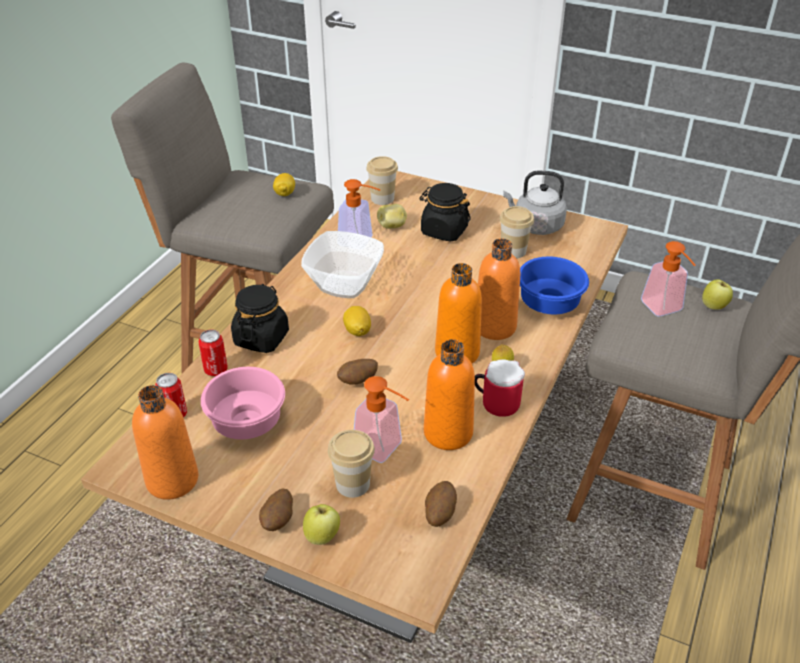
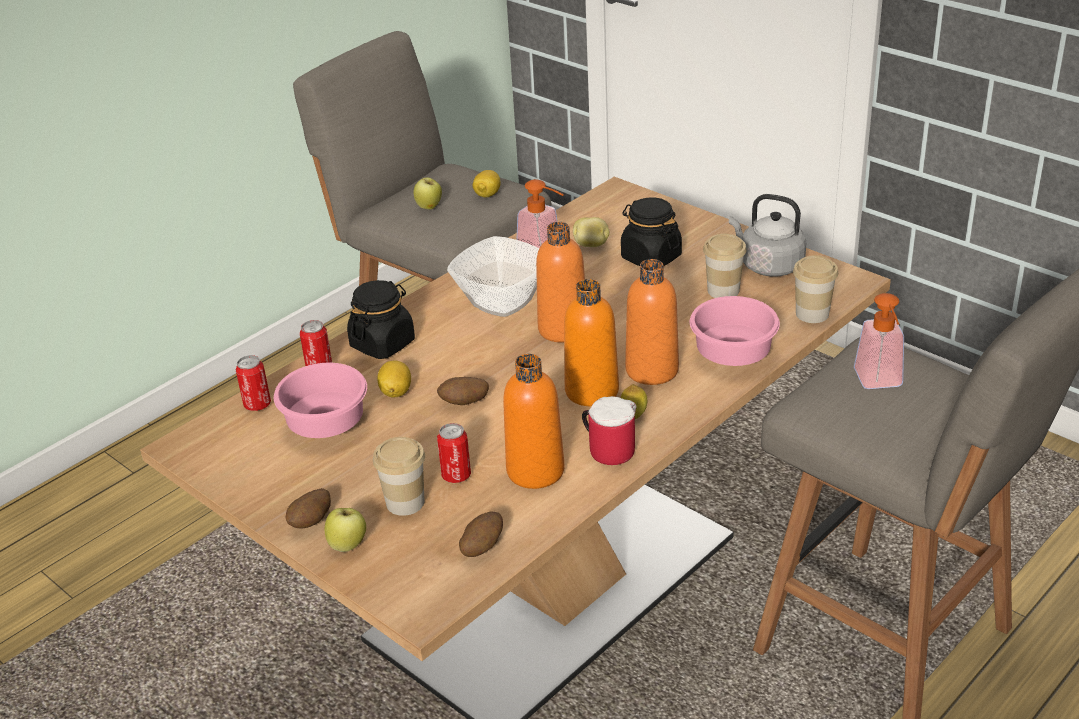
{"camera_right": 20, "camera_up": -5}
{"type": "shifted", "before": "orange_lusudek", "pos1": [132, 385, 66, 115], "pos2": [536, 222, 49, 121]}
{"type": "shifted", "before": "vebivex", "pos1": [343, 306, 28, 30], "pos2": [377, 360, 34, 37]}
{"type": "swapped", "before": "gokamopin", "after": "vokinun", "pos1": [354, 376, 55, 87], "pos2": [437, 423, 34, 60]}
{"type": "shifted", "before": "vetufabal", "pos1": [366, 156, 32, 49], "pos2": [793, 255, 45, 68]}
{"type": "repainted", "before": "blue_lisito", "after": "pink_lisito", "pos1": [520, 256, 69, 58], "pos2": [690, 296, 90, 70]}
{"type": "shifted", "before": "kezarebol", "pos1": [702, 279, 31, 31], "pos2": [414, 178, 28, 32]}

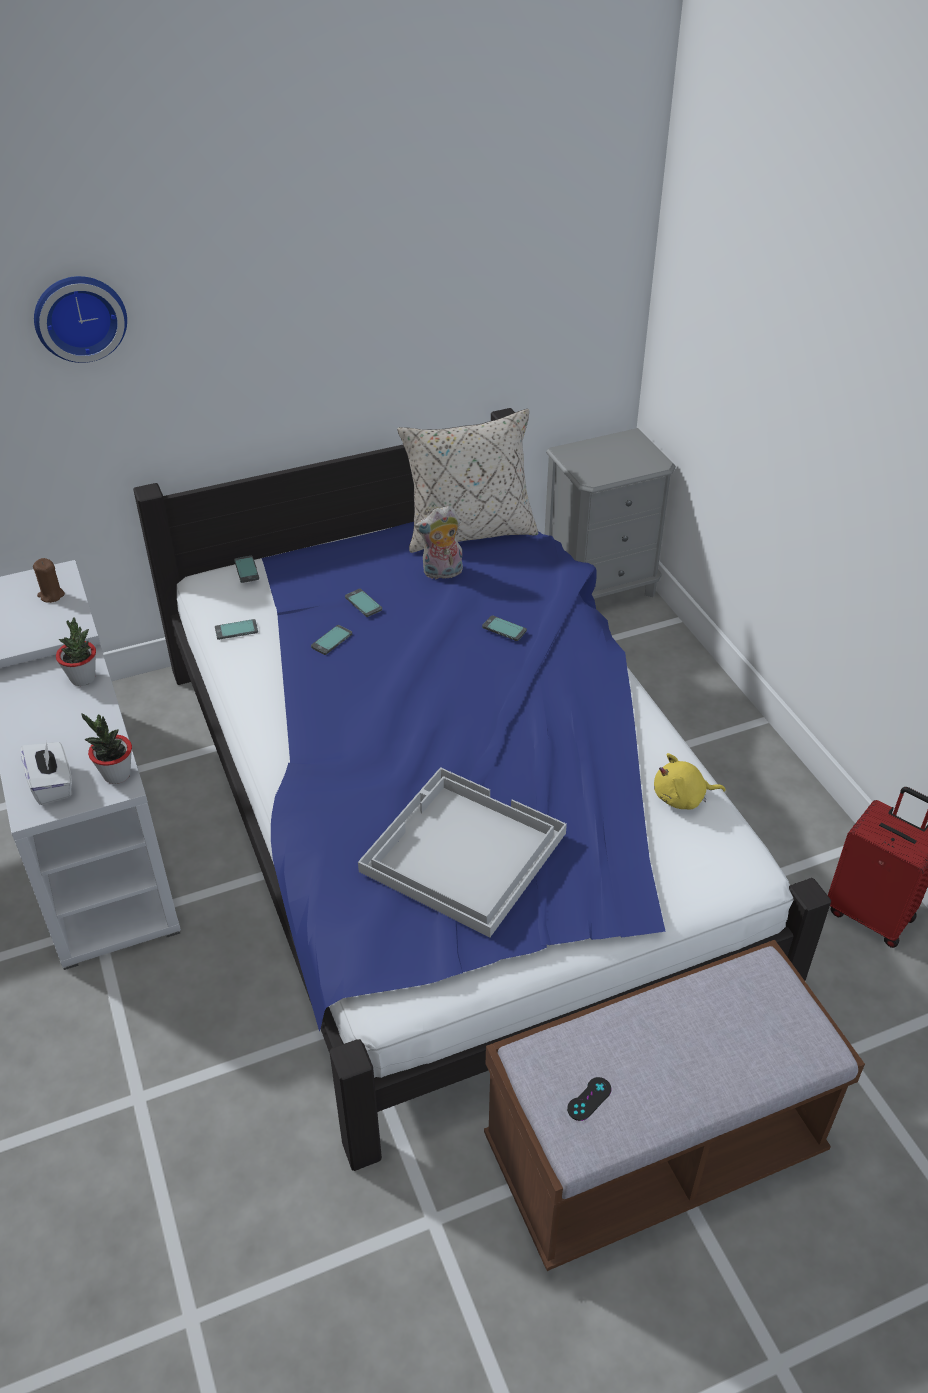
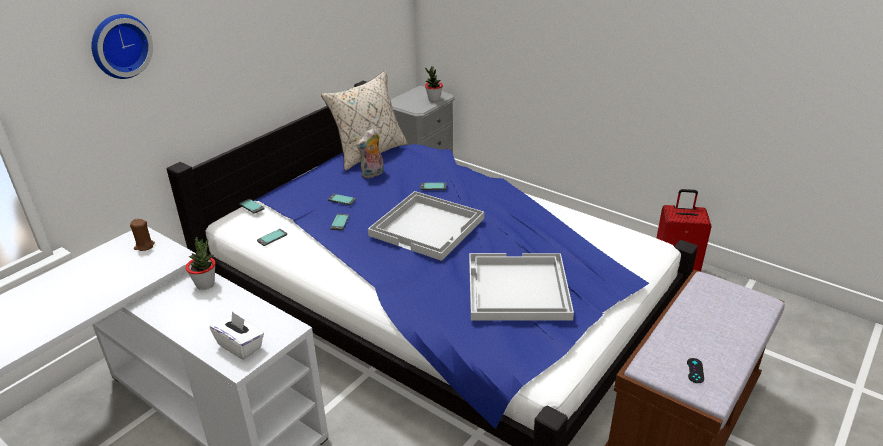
{"camera_right": -30, "camera_up": -10}
{"type": "shifted", "before": "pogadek", "pos1": [82, 713, 50, 71], "pos2": [425, 66, 18, 36]}
{"type": "gone", "before": "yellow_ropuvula", "pos1": [654, 753, 72, 57]}
{"type": "new", "after": "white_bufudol", "pos2": [368, 191, 116, 70]}

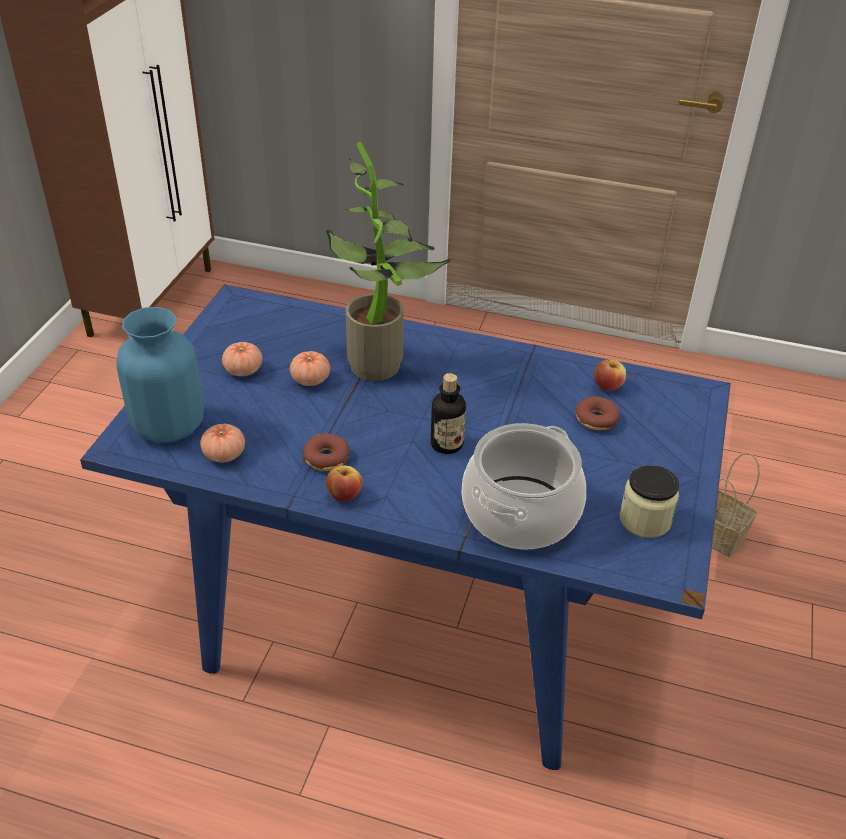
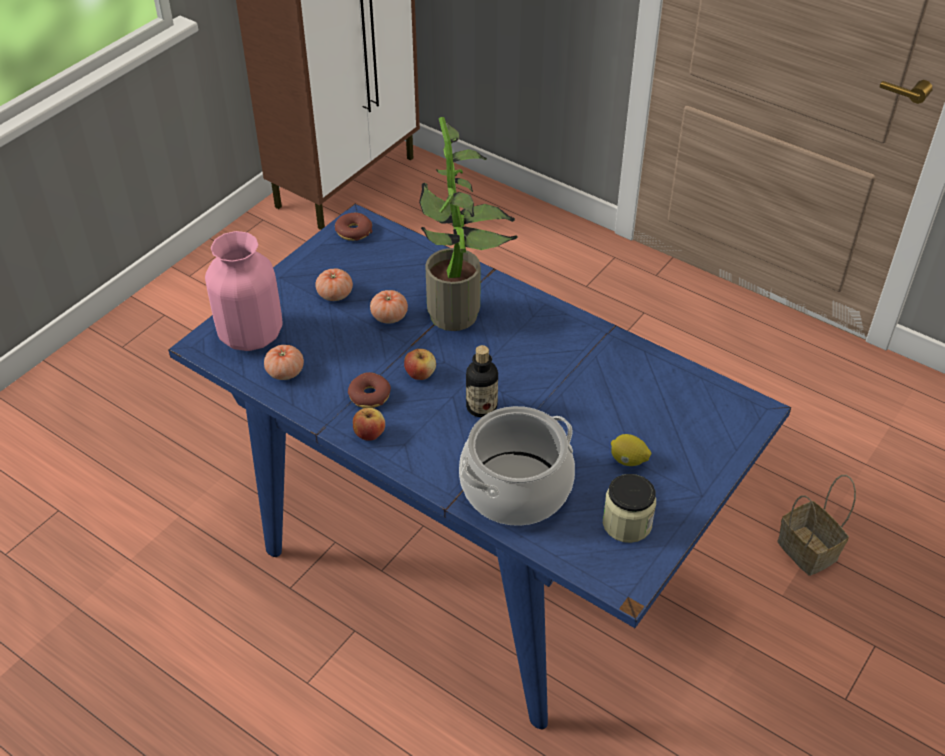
{"camera_right": 20, "camera_up": 5}
{"type": "repainted", "before": "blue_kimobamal", "after": "pink_kimobamal", "pos1": [116, 307, 88, 136], "pos2": [205, 231, 78, 120]}
{"type": "shifted", "before": "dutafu", "pos1": [576, 396, 44, 35], "pos2": [335, 213, 37, 28]}
{"type": "shifted", "before": "kezarebol", "pos1": [594, 359, 32, 32], "pos2": [404, 349, 32, 31]}
{"type": "new", "after": "vebivex", "pos2": [611, 434, 40, 32]}

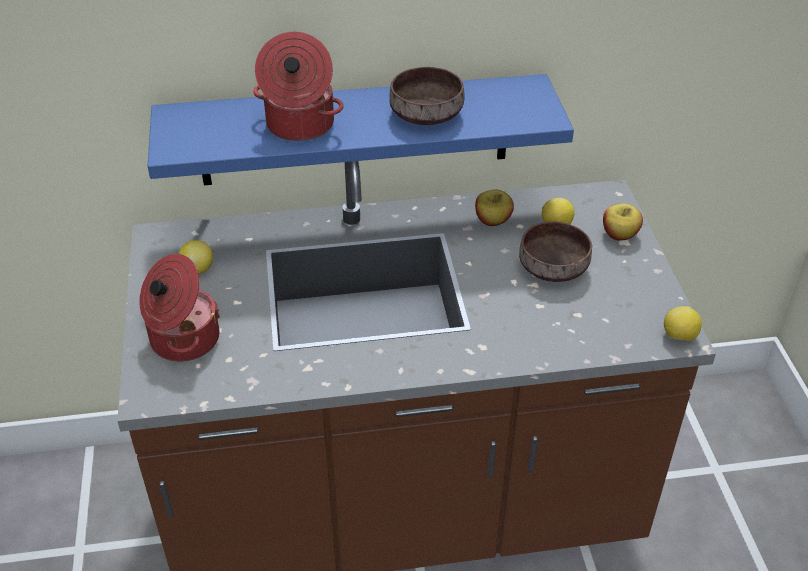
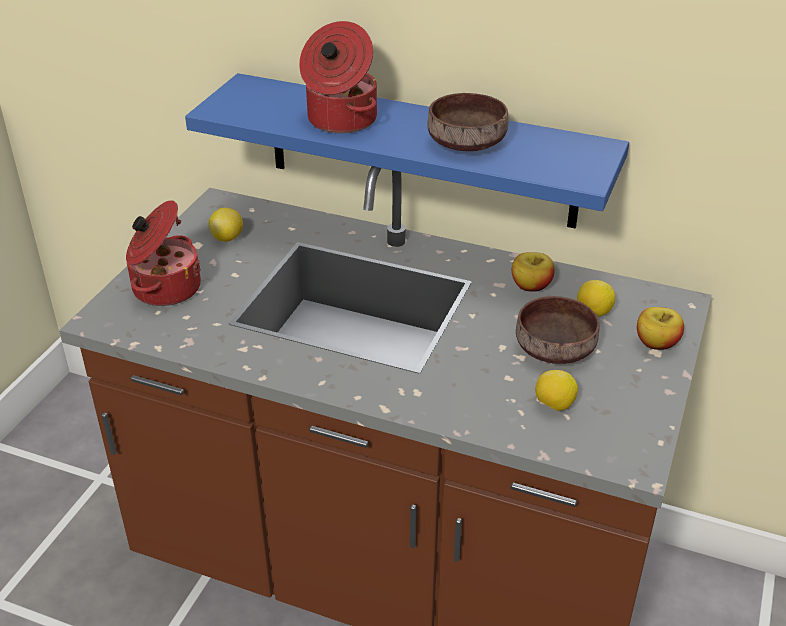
{"camera_right": 30, "camera_up": -5}
{"type": "shifted", "before": "vebivex", "pos1": [664, 306, 38, 35], "pos2": [535, 370, 43, 41]}

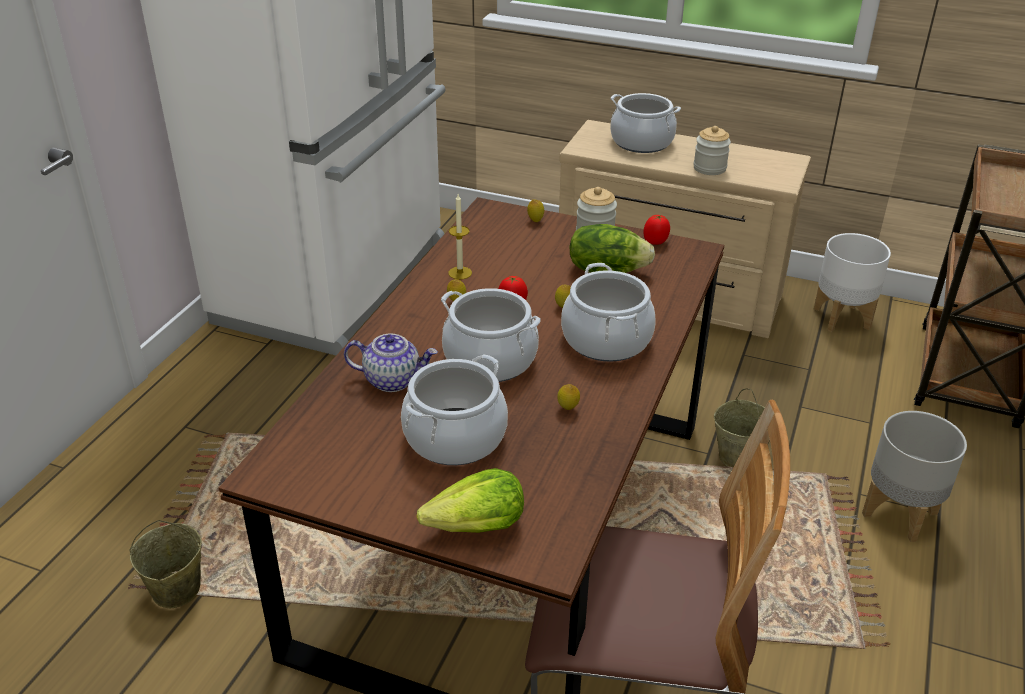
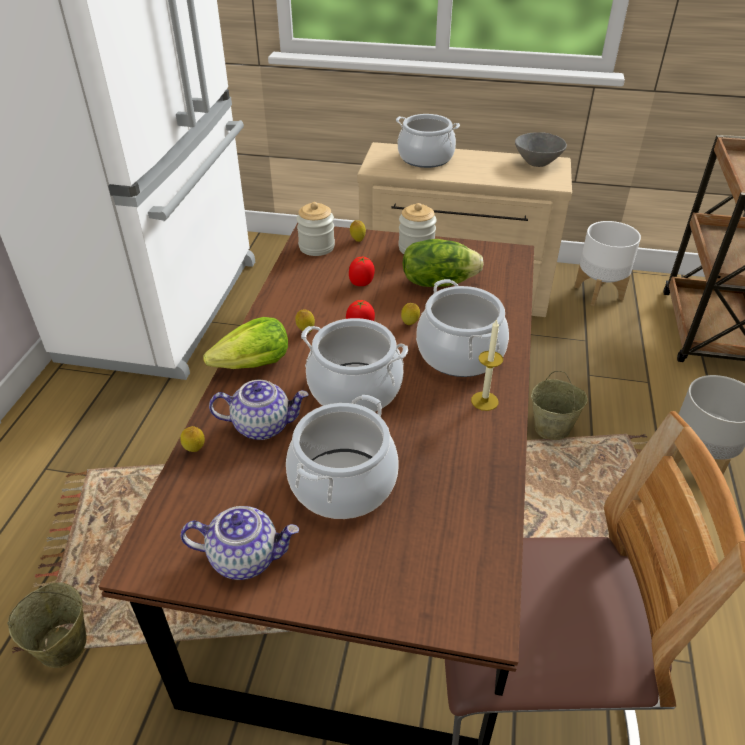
{"camera_right": -10, "camera_up": 5}
{"type": "shifted", "before": "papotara", "pos1": [416, 468, 108, 65], "pos2": [203, 317, 85, 52]}
{"type": "shifted", "before": "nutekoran", "pos1": [448, 194, 24, 86], "pos2": [471, 319, 32, 92]}
{"type": "shifted", "before": "vebivex", "pos1": [557, 384, 23, 26], "pos2": [180, 426, 25, 26]}
{"type": "shifted", "before": "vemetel", "pos1": [643, 215, 27, 30], "pos2": [349, 256, 26, 30]}
{"type": "shifted", "before": "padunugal", "pos1": [693, 126, 38, 49], "pos2": [296, 202, 39, 54]}
{"type": "new", "after": "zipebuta", "pos2": [181, 506, 118, 74]}
{"type": "new", "after": "grey_lisito", "pos2": [515, 132, 52, 35]}

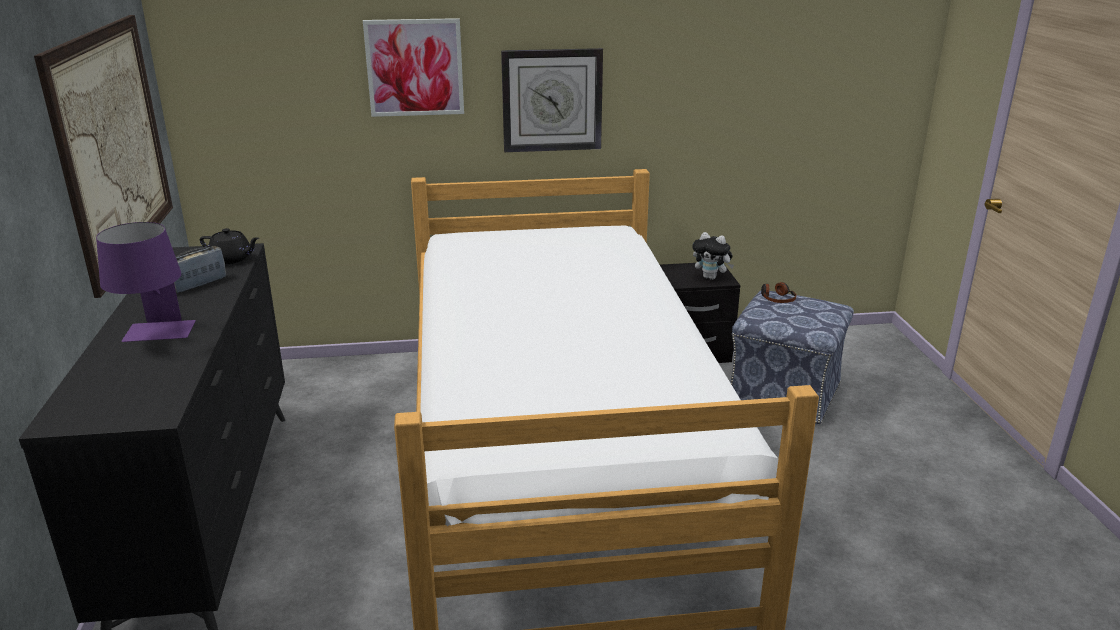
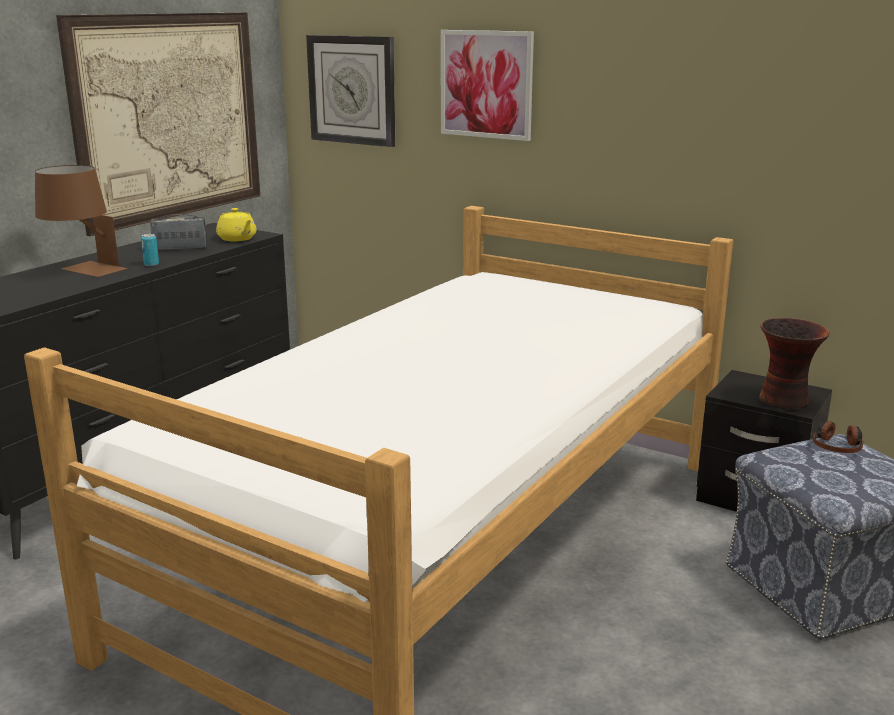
{"camera_right": 40, "camera_up": -5}
{"type": "repainted", "before": "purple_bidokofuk", "after": "brown_bidokofuk", "pos1": [96, 222, 100, 120], "pos2": [35, 165, 92, 112]}
{"type": "repainted", "before": "black_zipebuta", "after": "yellow_zipebuta", "pos1": [200, 228, 59, 36], "pos2": [216, 208, 41, 33]}
{"type": "shifted", "before": "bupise", "pos1": [501, 48, 102, 104], "pos2": [306, 35, 89, 112]}
{"type": "swapped", "before": "ropuvula", "after": "kimobamal", "pos1": [692, 232, 42, 48], "pos2": [759, 318, 71, 92]}
{"type": "new", "after": "vokinun", "pos2": [141, 234, 18, 32]}

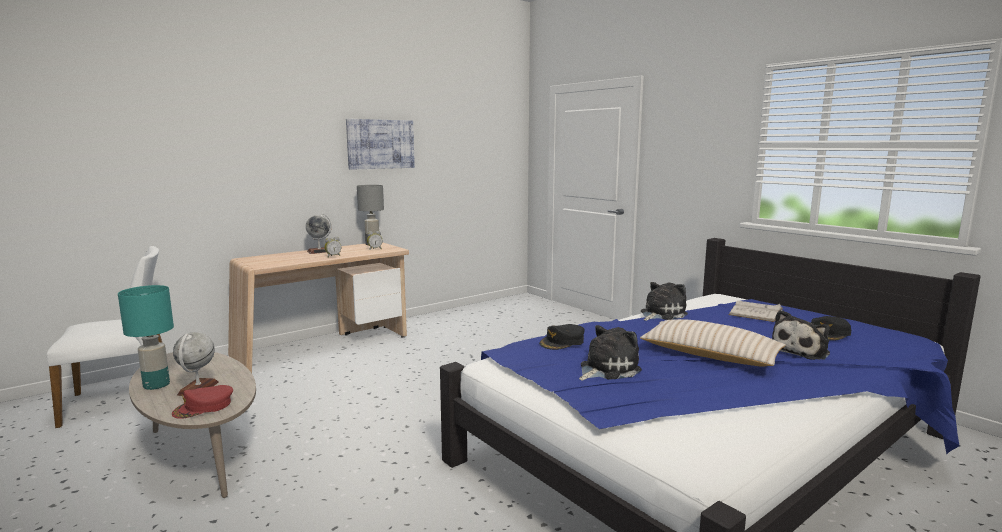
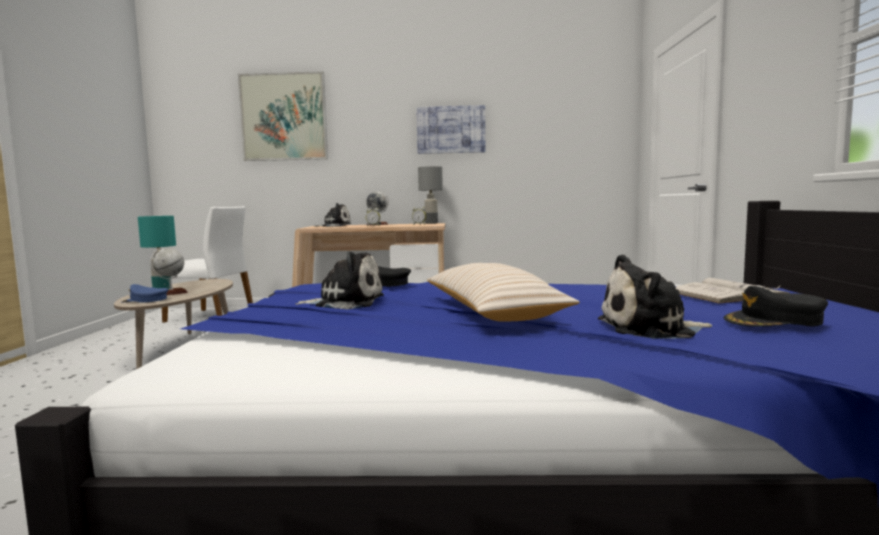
{"camera_right": 40, "camera_up": -5}
{"type": "repainted", "before": "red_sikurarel", "after": "blue_sikurarel", "pos1": [172, 385, 61, 34], "pos2": [122, 284, 47, 19]}
{"type": "shifted", "before": "ropuvula", "pos1": [641, 282, 47, 39], "pos2": [313, 203, 38, 24]}
{"type": "new", "after": "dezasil", "pos2": [238, 71, 90, 90]}

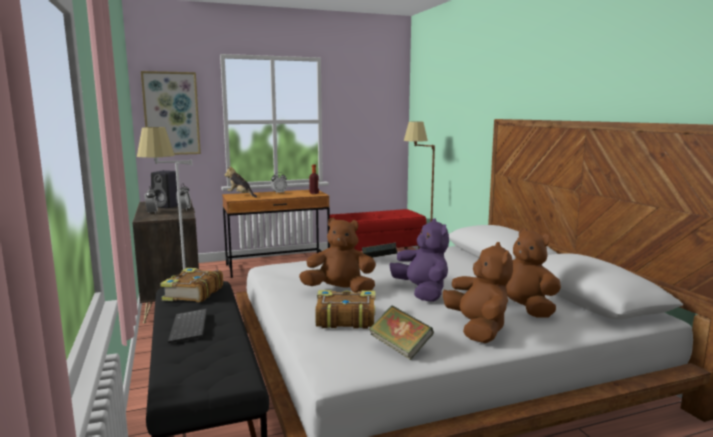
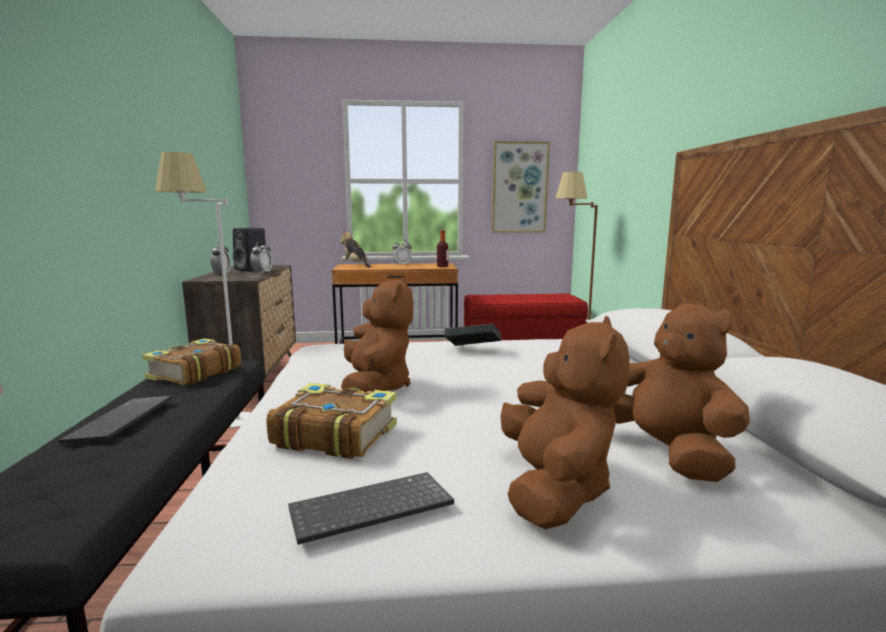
{"camera_right": 15, "camera_up": 0}
{"type": "shifted", "before": "dezasil", "pos1": [141, 71, 60, 84], "pos2": [492, 141, 58, 92]}
{"type": "rotated", "before": "brown_ropuvula", "pos1": [299, 217, 77, 76], "pos2": [341, 277, 72, 115], "turn": 60}
{"type": "swapped", "before": "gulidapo", "after": "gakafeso", "pos1": [369, 305, 65, 55], "pos2": [288, 472, 166, 73]}
{"type": "gone", "before": "purple_ropuvula", "pos1": [389, 218, 60, 84]}

